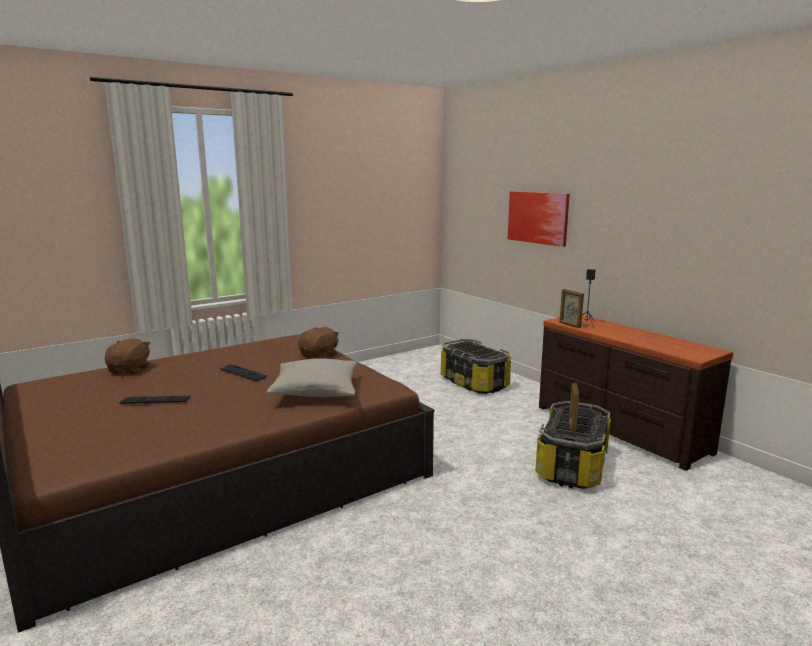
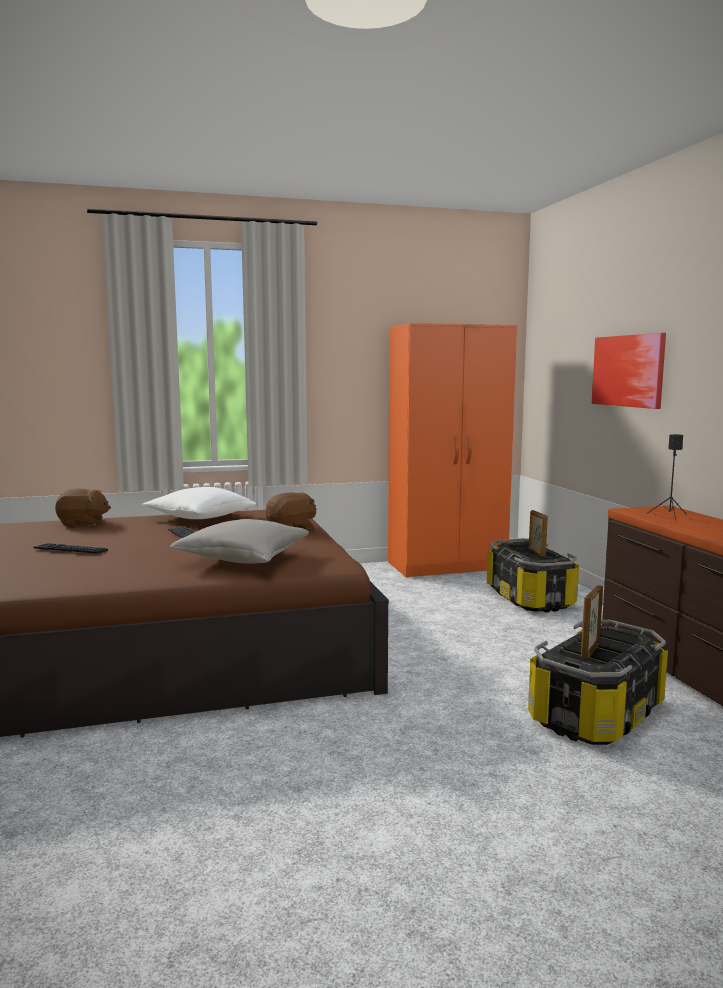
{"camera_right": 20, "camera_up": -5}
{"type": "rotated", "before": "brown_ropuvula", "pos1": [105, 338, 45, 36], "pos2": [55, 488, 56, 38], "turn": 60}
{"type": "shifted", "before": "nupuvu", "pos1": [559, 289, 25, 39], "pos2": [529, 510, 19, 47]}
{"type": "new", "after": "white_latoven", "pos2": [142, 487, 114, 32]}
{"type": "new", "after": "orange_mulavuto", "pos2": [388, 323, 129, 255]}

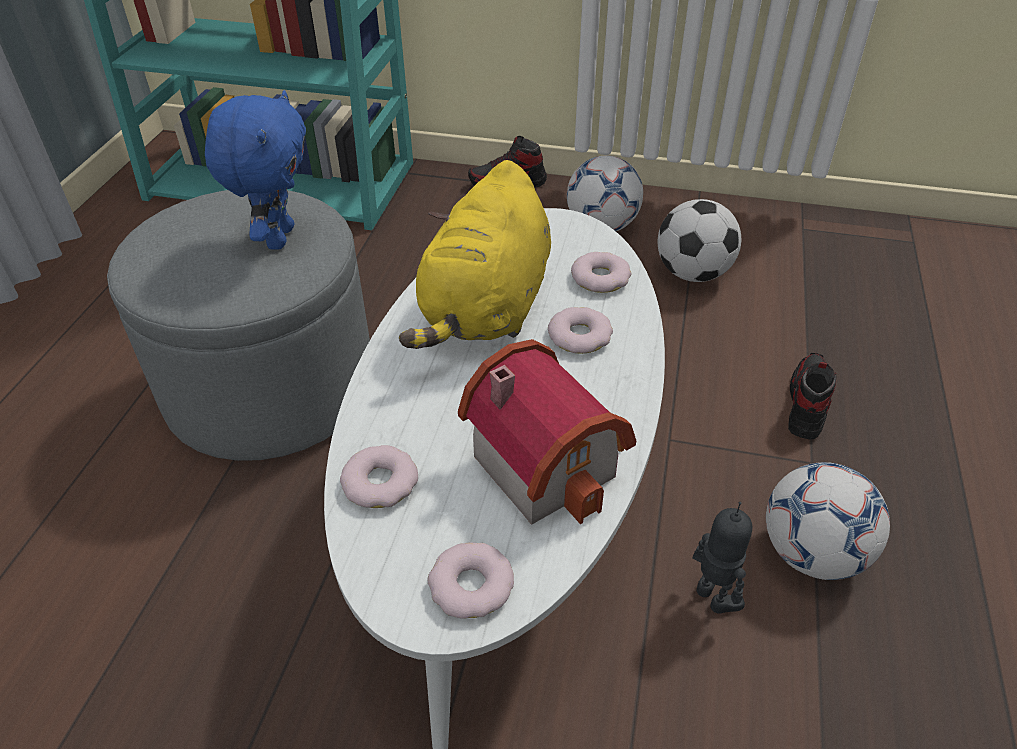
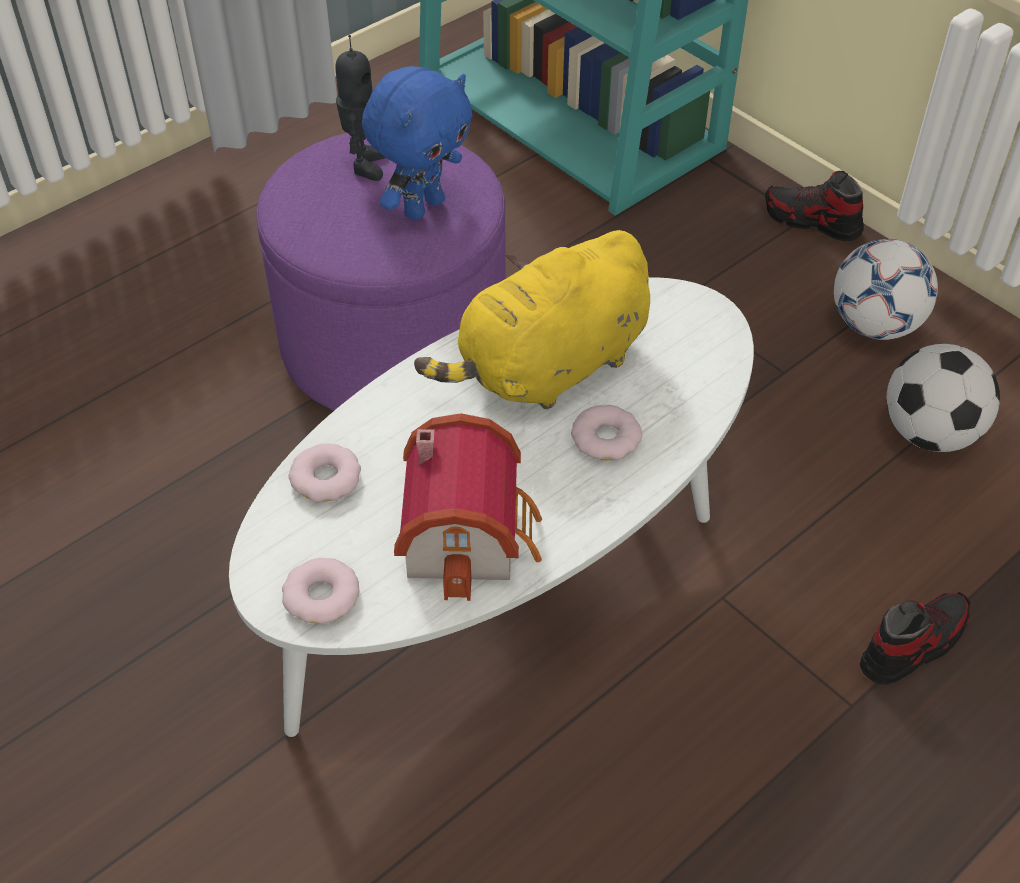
{"camera_right": 35, "camera_up": 5}
{"type": "repainted", "before": "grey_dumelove", "after": "purple_dumelove", "pos1": [107, 190, 263, 271], "pos2": [256, 133, 250, 278]}
{"type": "gone", "before": "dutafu", "pos1": [571, 252, 60, 41]}
{"type": "shifted", "before": "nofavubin", "pos1": [692, 502, 60, 112], "pos2": [335, 35, 51, 146]}
{"type": "gone", "before": "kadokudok", "pos1": [766, 462, 124, 118]}

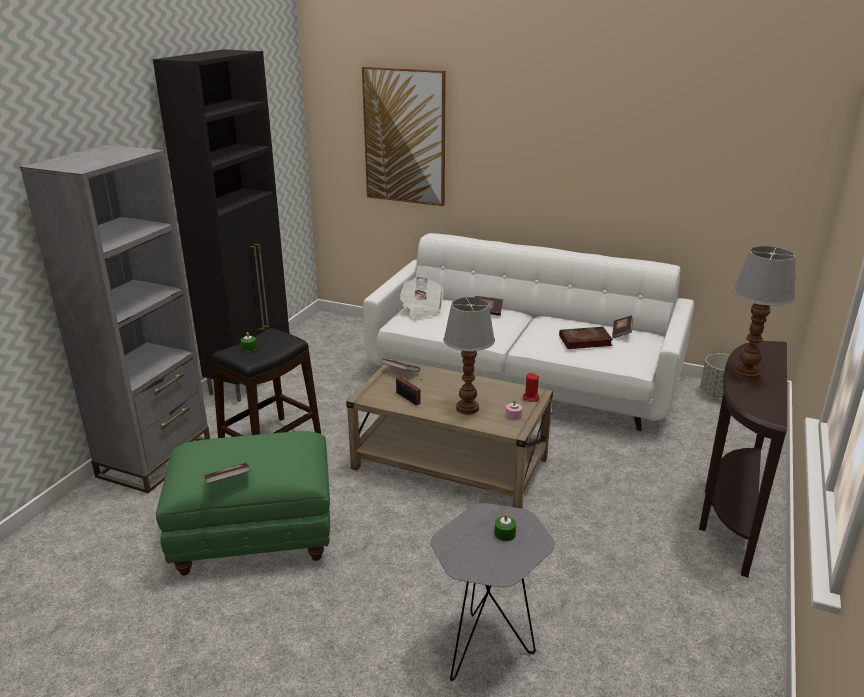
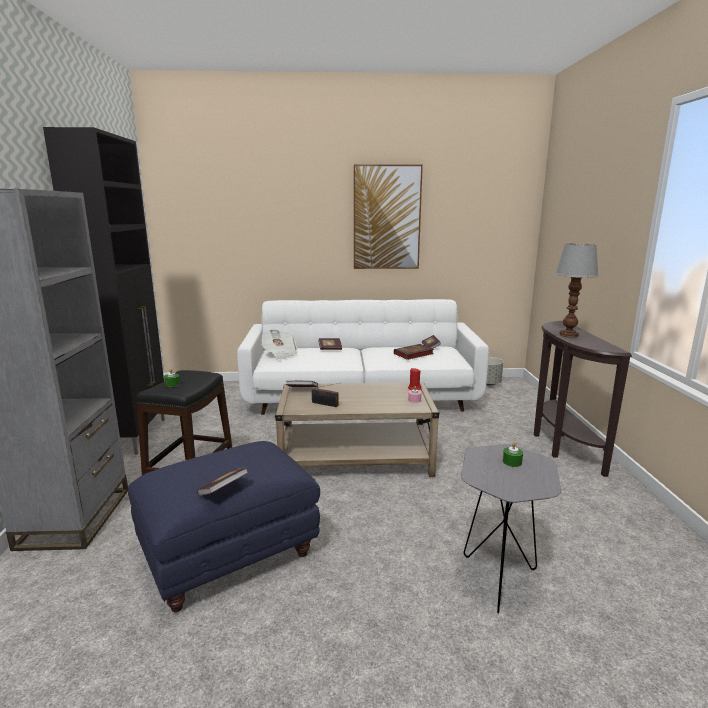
{"camera_right": -25, "camera_up": -10}
{"type": "repainted", "before": "green_dumelove", "after": "blue_dumelove", "pos1": [156, 431, 174, 144], "pos2": [128, 441, 192, 171]}
{"type": "shifted", "before": "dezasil", "pos1": [362, 67, 84, 139], "pos2": [354, 164, 69, 105]}
{"type": "gone", "before": "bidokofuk", "pos1": [443, 297, 52, 118]}

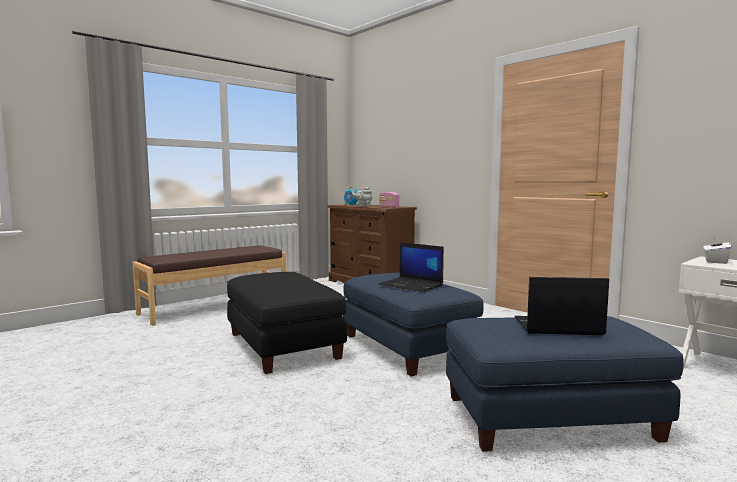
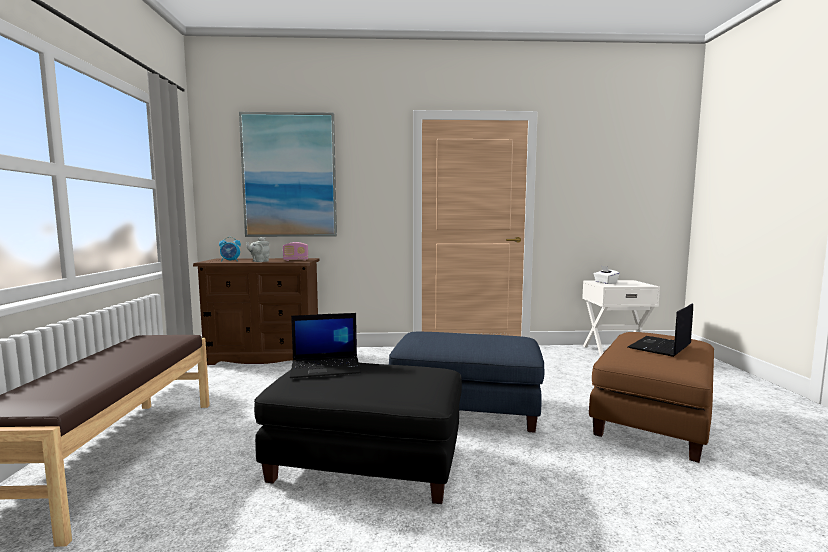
{"camera_right": -50, "camera_up": 0}
{"type": "shifted", "before": "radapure", "pos1": [379, 242, 65, 50], "pos2": [290, 313, 71, 65]}
{"type": "repainted", "before": "blue_dumelove", "after": "brown_dumelove", "pos1": [446, 316, 238, 136], "pos2": [589, 332, 125, 131]}
{"type": "new", "after": "dezasil", "pos2": [239, 112, 98, 125]}

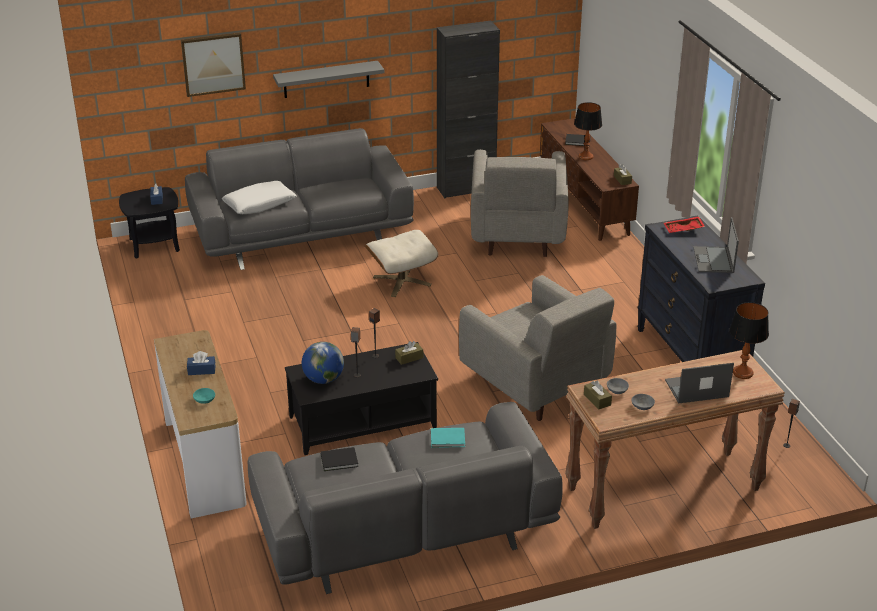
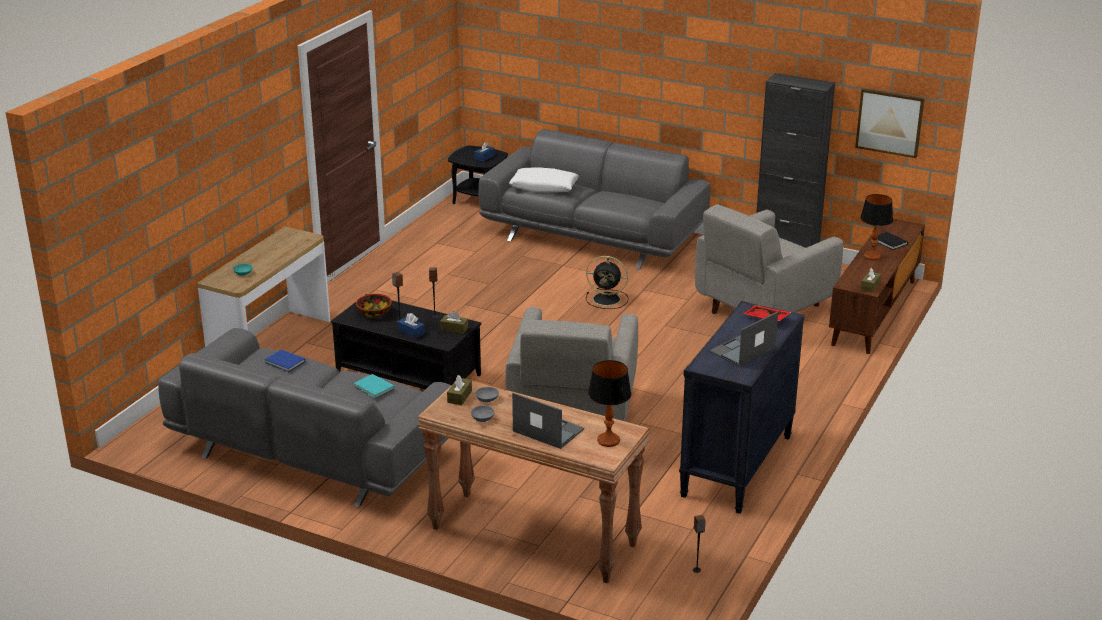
{"camera_right": 45, "camera_up": -5}
{"type": "shifted", "before": "dezasil", "pos1": [181, 33, 65, 64], "pos2": [855, 88, 70, 70]}
{"type": "shifted", "before": "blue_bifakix", "pos1": [187, 351, 29, 24], "pos2": [398, 313, 27, 25]}
{"type": "gone", "before": "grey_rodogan", "pos1": [273, 61, 111, 37]}
{"type": "swapped", "before": "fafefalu", "after": "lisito", "pos1": [302, 342, 42, 42], "pos2": [356, 294, 36, 23]}
{"type": "repainted", "before": "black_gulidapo", "after": "blue_gulidapo", "pos1": [321, 447, 37, 24], "pos2": [265, 350, 40, 22]}
{"type": "swapped", "before": "beige_dumelove", "after": "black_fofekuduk", "pos1": [365, 230, 73, 67], "pos2": [586, 256, 42, 53]}

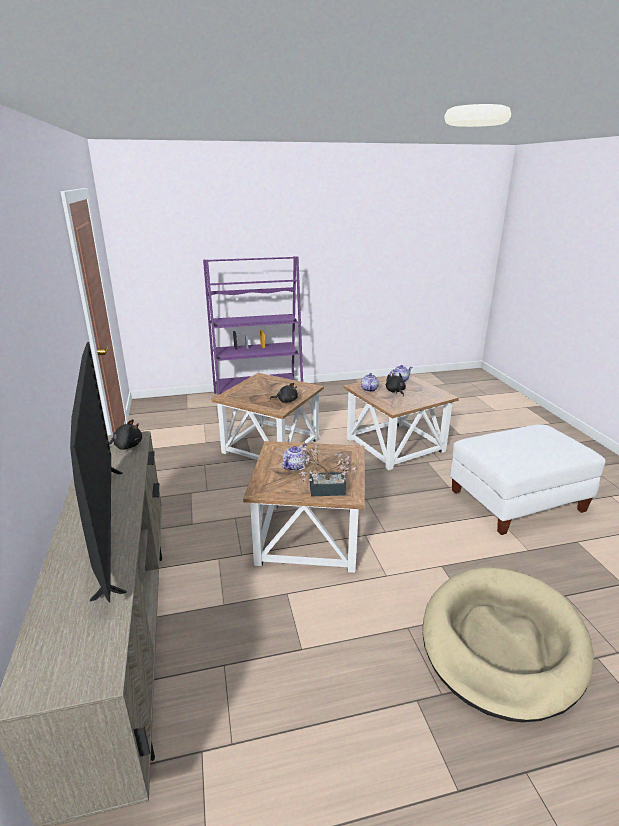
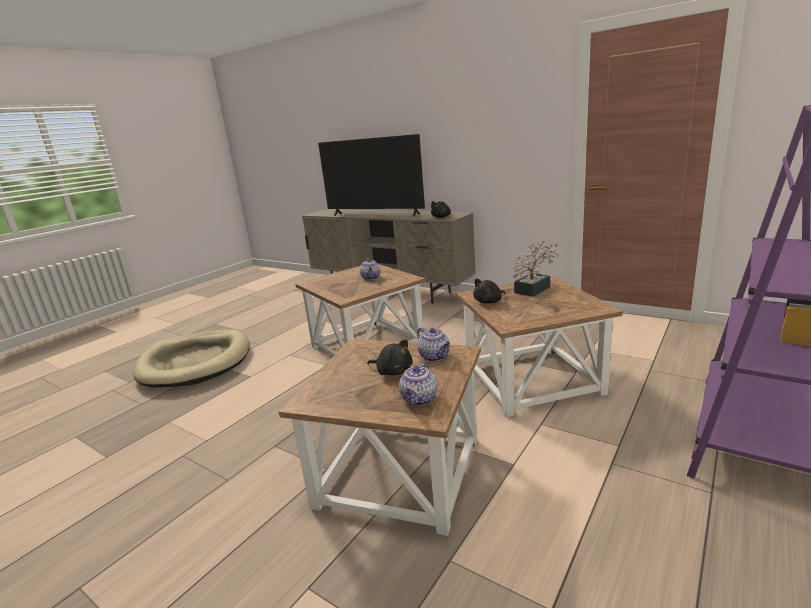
{"camera_right": 140, "camera_up": -5}
{"type": "shifted", "before": "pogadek", "pos1": [294, 442, 62, 55], "pos2": [513, 240, 46, 57]}
{"type": "gone", "before": "white_dumelove", "pos1": [450, 424, 156, 111]}

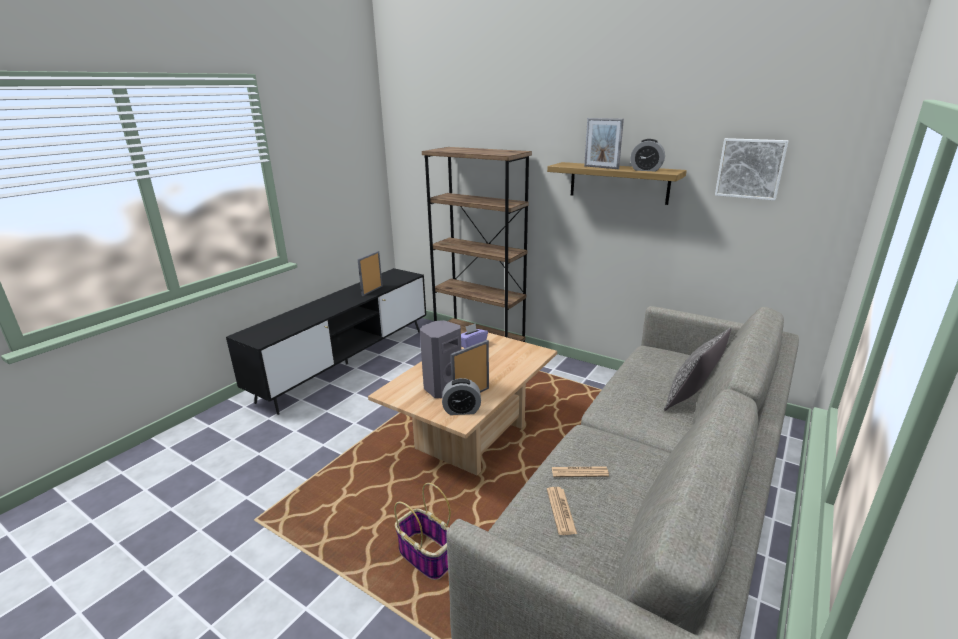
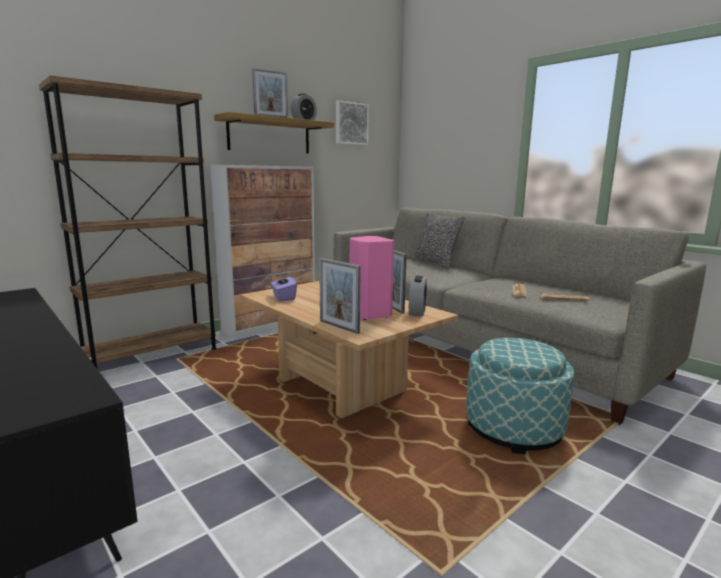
{"camera_right": -75, "camera_up": -10}
{"type": "shifted", "before": "nupuvu", "pos1": [357, 251, 26, 45], "pos2": [319, 258, 42, 76]}
{"type": "swapped", "before": "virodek", "after": "dumelove", "pos1": [394, 483, 57, 97], "pos2": [466, 338, 108, 116]}
{"type": "repainted", "before": "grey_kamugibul", "after": "pink_kamugibul", "pos1": [420, 320, 41, 78], "pos2": [350, 236, 44, 84]}
{"type": "new", "after": "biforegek", "pos2": [210, 165, 105, 175]}

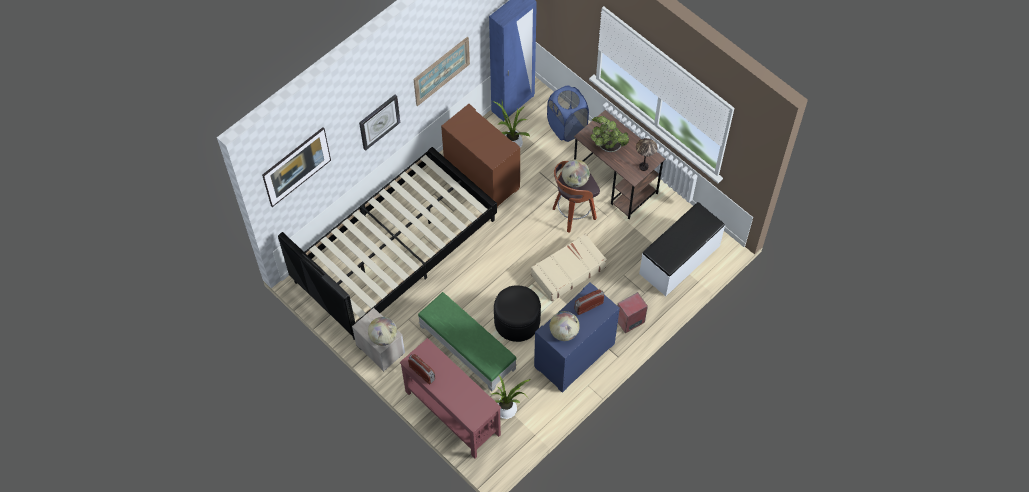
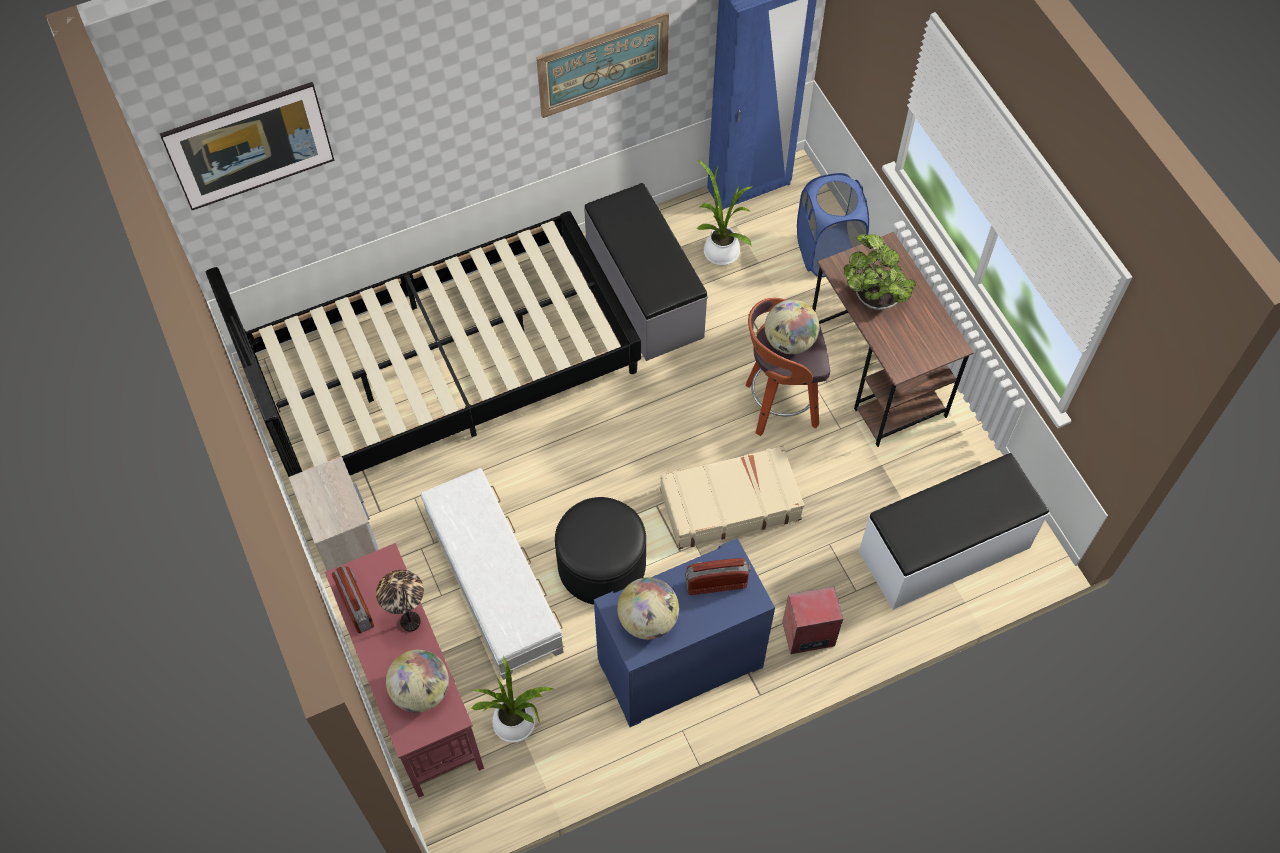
{"camera_right": 20, "camera_up": 0}
{"type": "gone", "before": "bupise", "pos1": [359, 94, 41, 57]}
{"type": "shifted", "before": "fafefalu", "pos1": [368, 317, 29, 29], "pos2": [386, 650, 63, 63]}
{"type": "repainted", "before": "green_dumelove", "after": "white_dumelove", "pos1": [418, 292, 99, 99], "pos2": [421, 468, 143, 212]}
{"type": "swapped", "before": "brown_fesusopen", "after": "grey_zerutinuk", "pos1": [441, 104, 79, 104], "pos2": [584, 183, 124, 178]}
{"type": "shifted", "before": "bidokofuk", "pos1": [636, 138, 21, 33], "pos2": [376, 570, 48, 62]}

